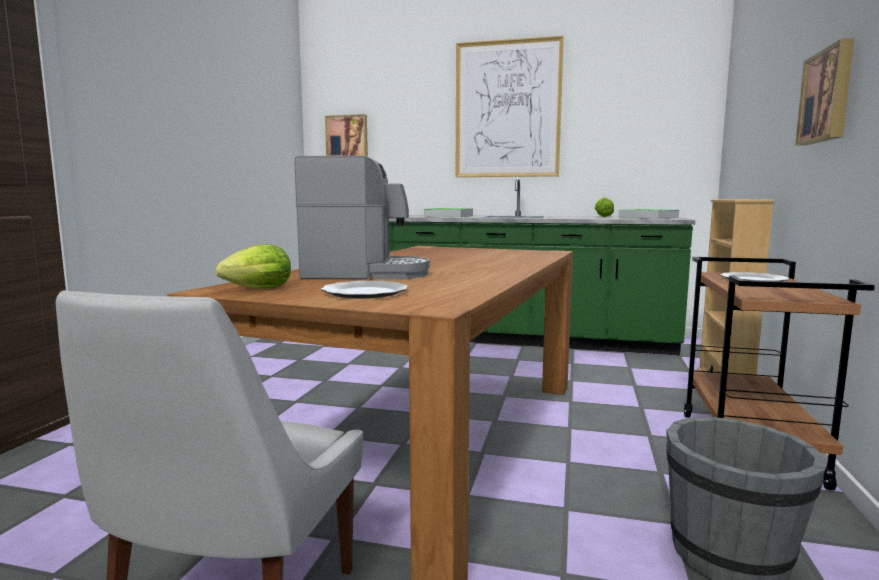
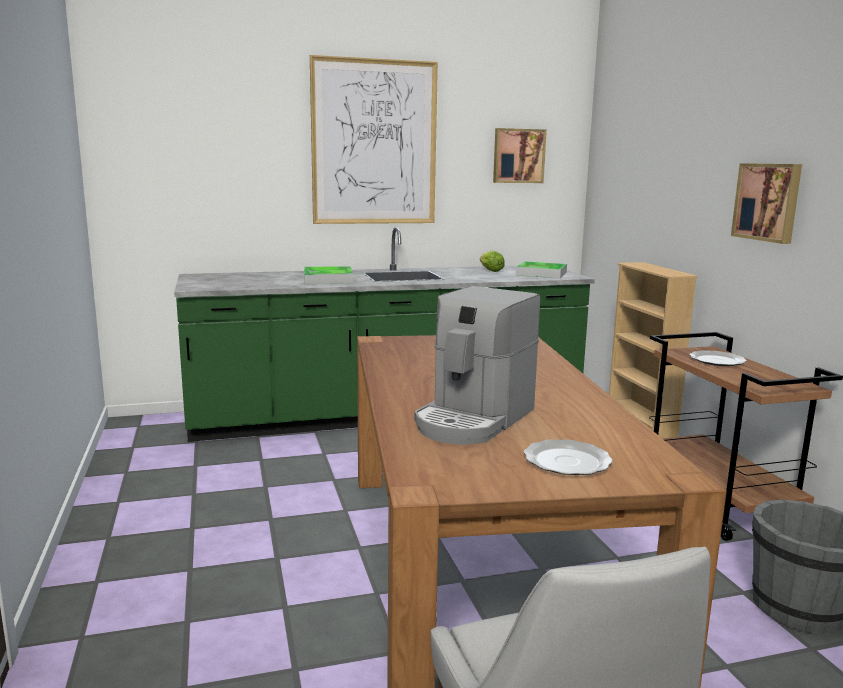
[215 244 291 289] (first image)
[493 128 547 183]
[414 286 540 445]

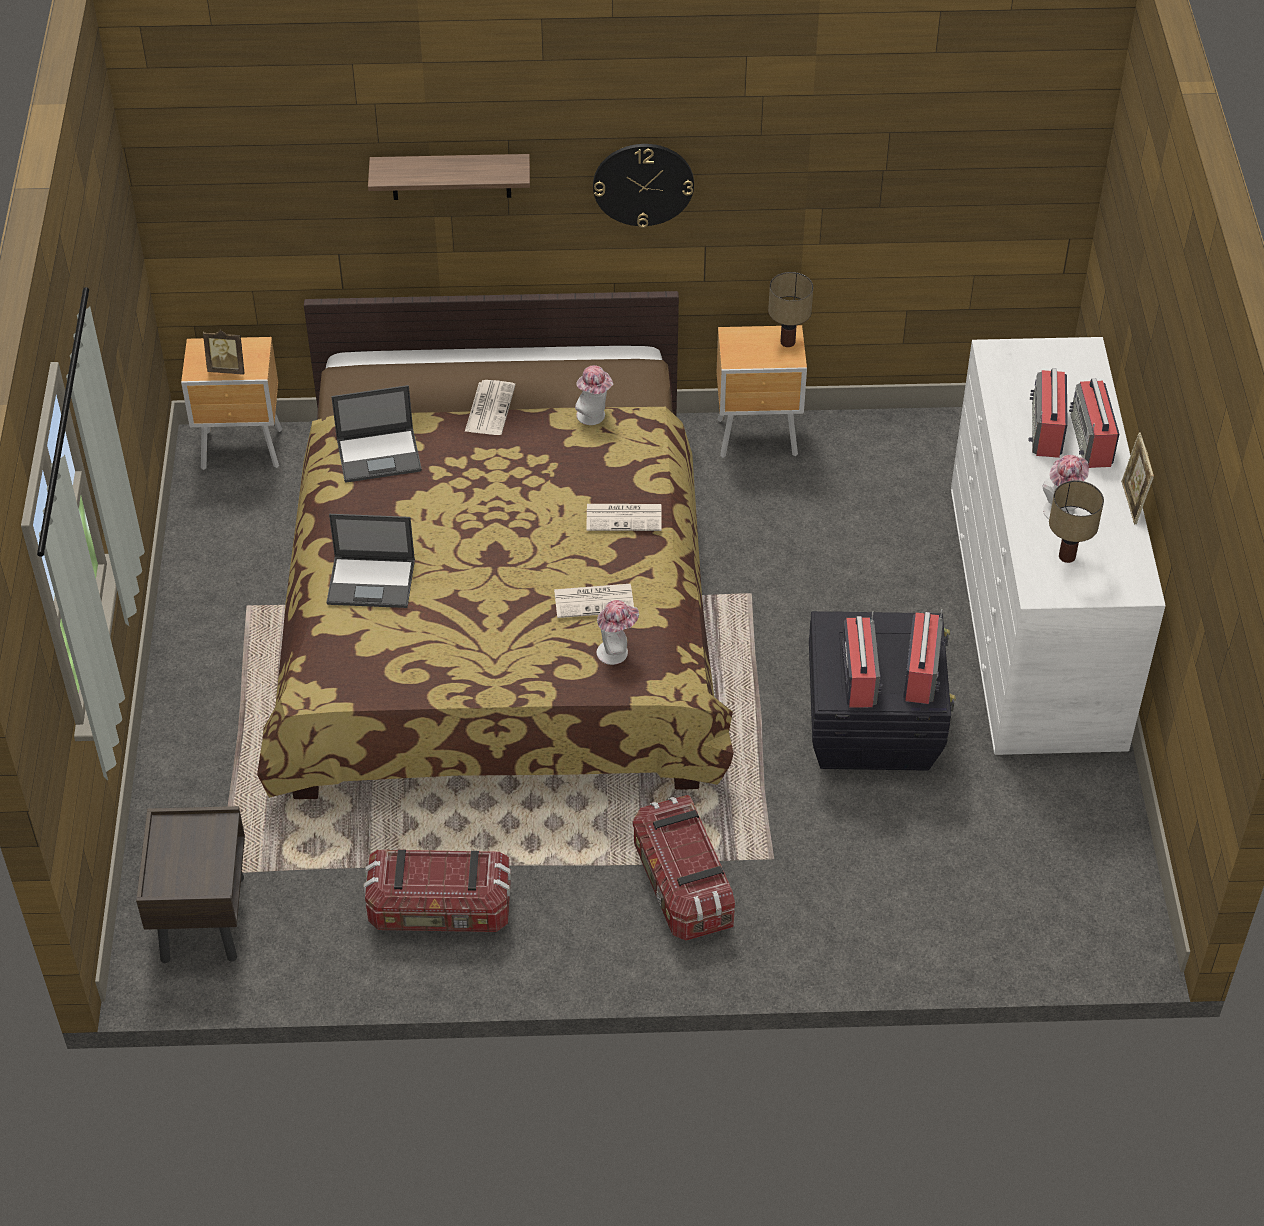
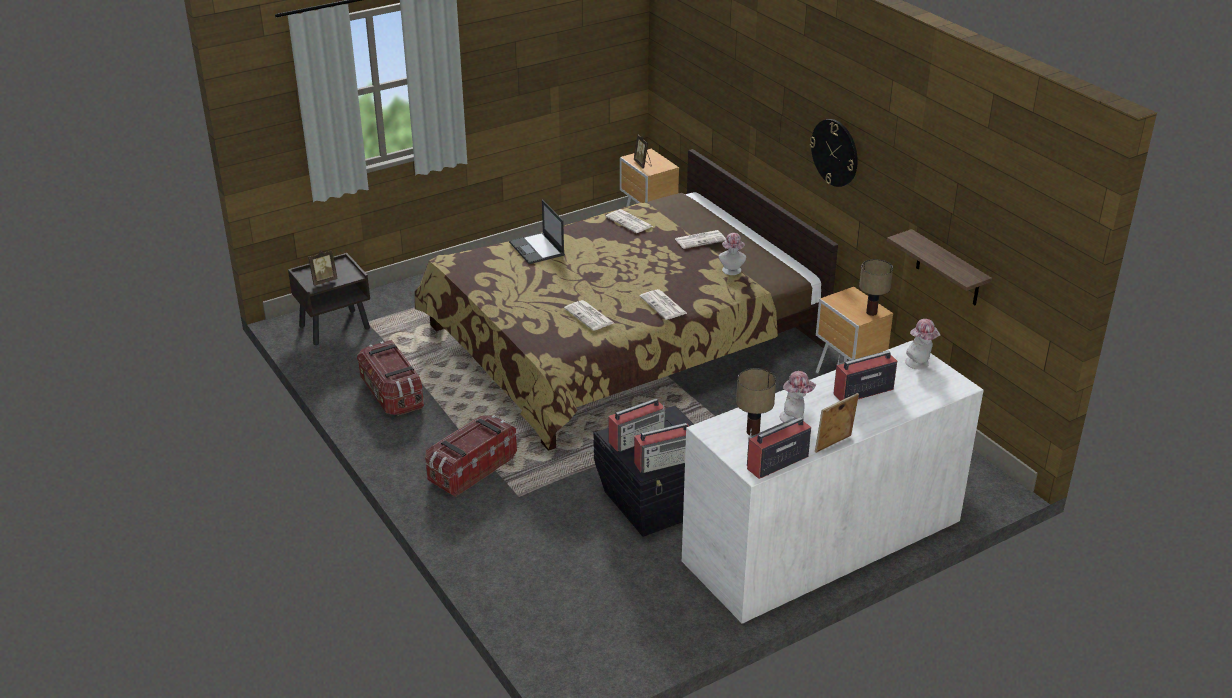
[308 251 338 286]
[887 229 992 305]
[905 319 940 369]
[747 417 811 479]
[606 209 653 233]

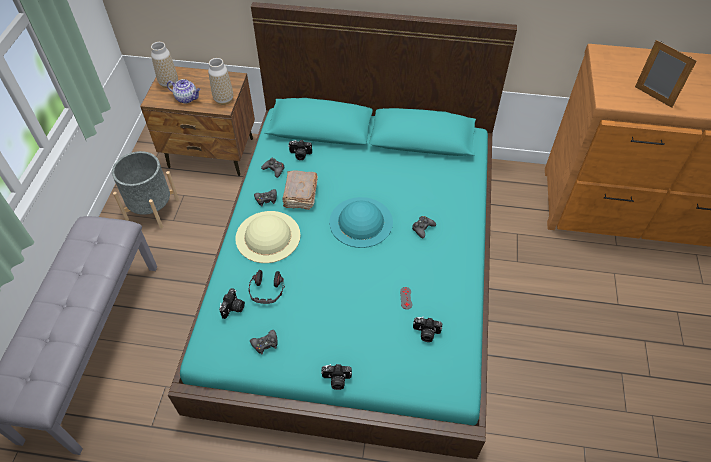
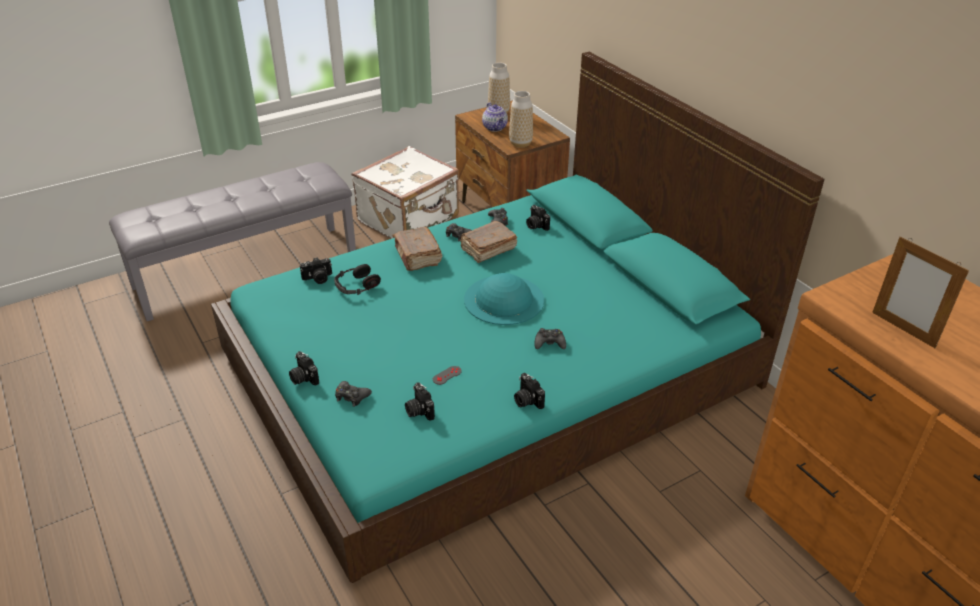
[514 373 545 409]
[335 381 372 407]
[351 146 459 239]
[393 227 442 271]
[872 237 969 348]

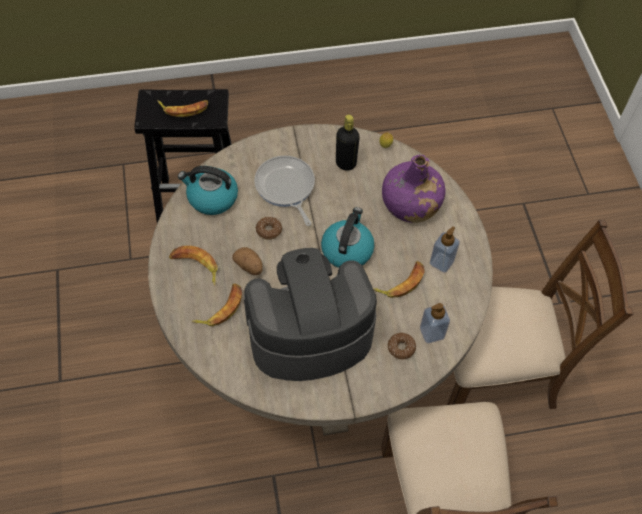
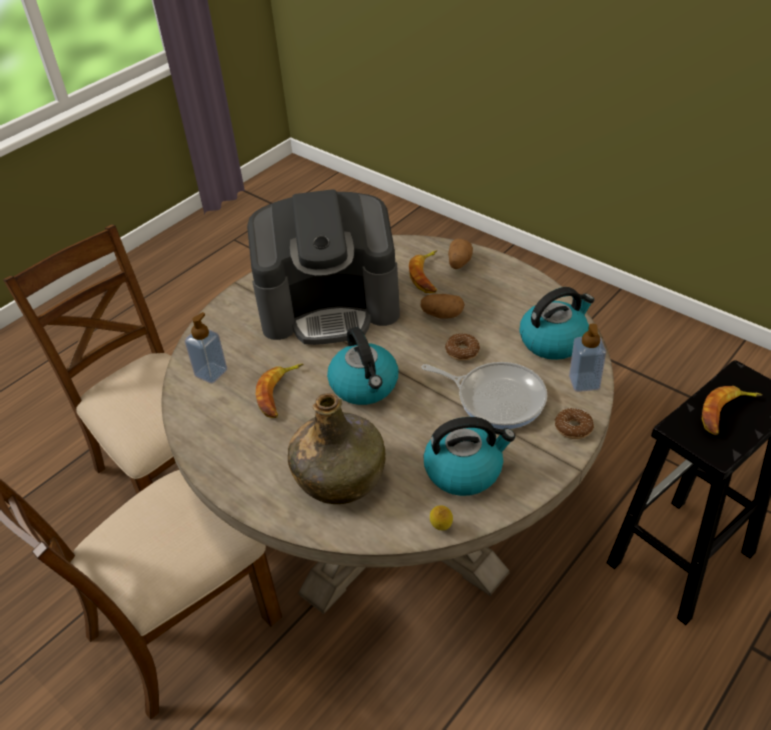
[169 246 218 286] (first image)
[448 239 473 269]
[555 408 594 439]
[569 324 606 392]
[424 417 515 496]
[288 393 385 504]
[247 189 400 345]

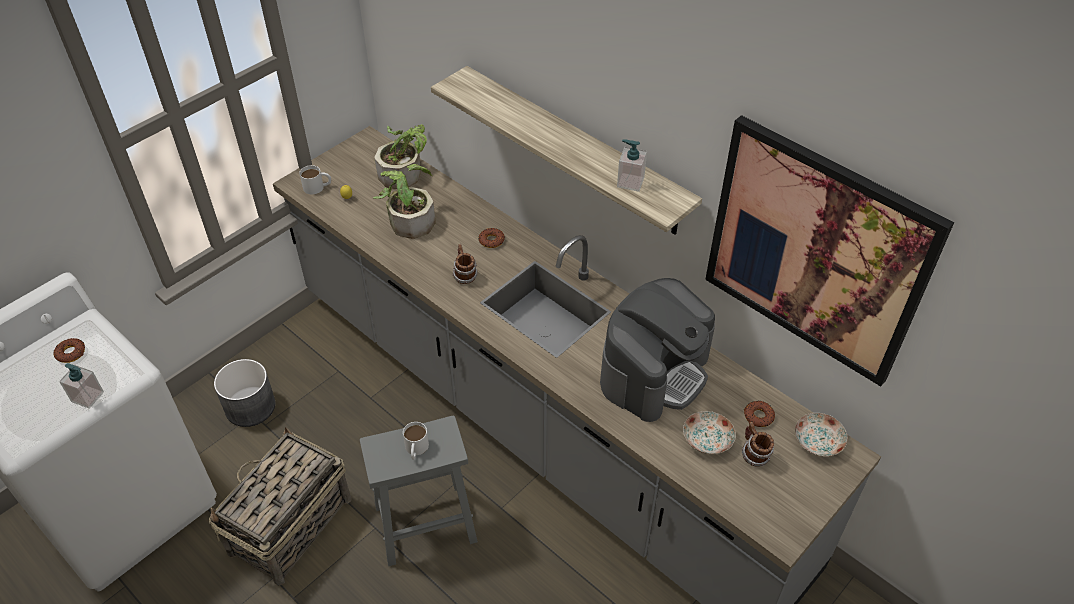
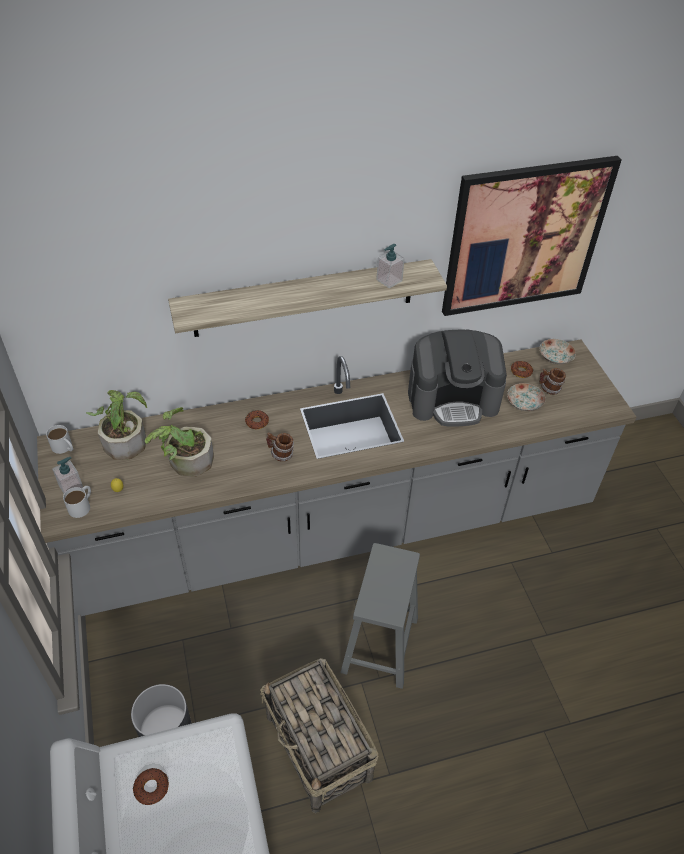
[52 457 83 493]
[46 425 73 454]
[408 329 507 427]

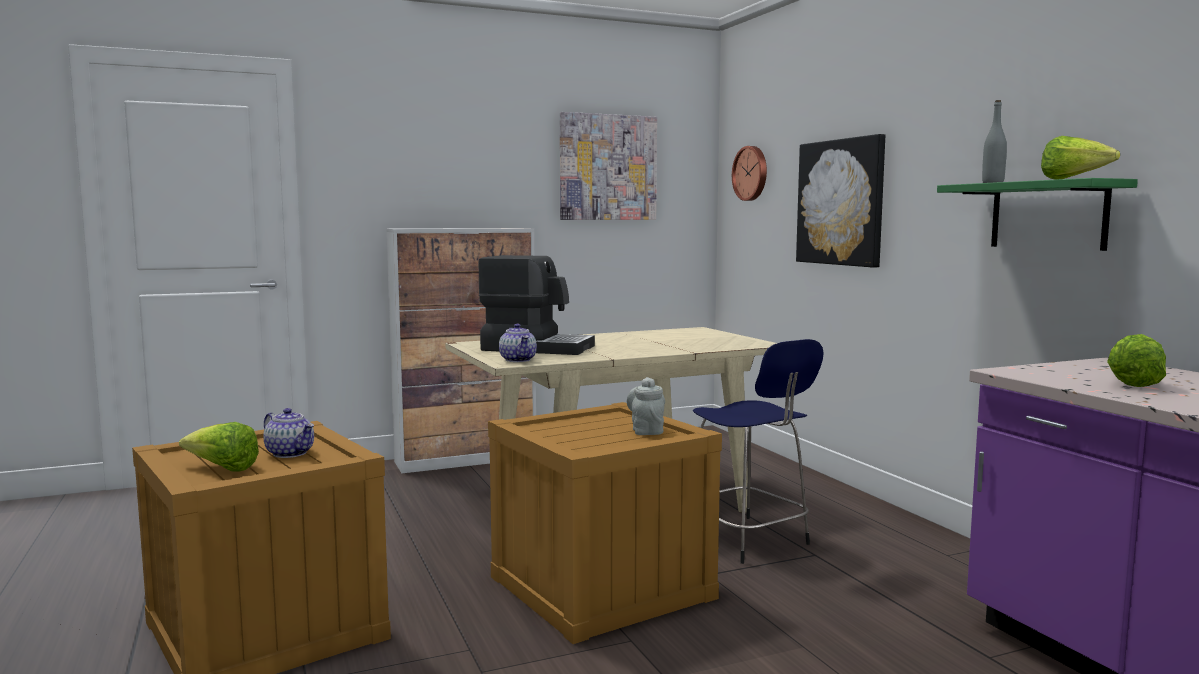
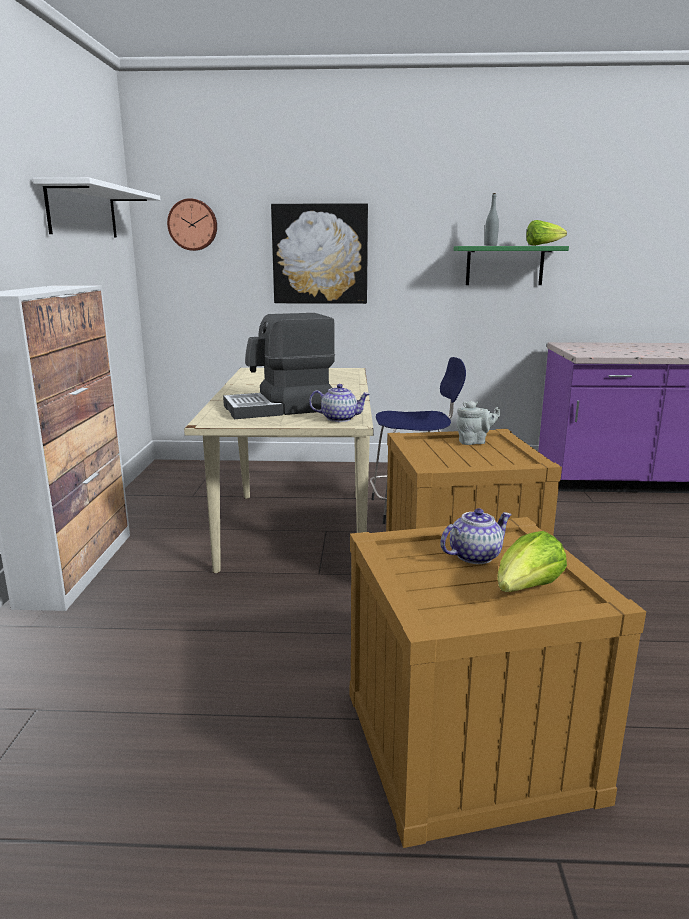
[1107 334 1166 387] (first image)
[33 178 160 238]
[223 313 335 419]
[456 401 500 445]

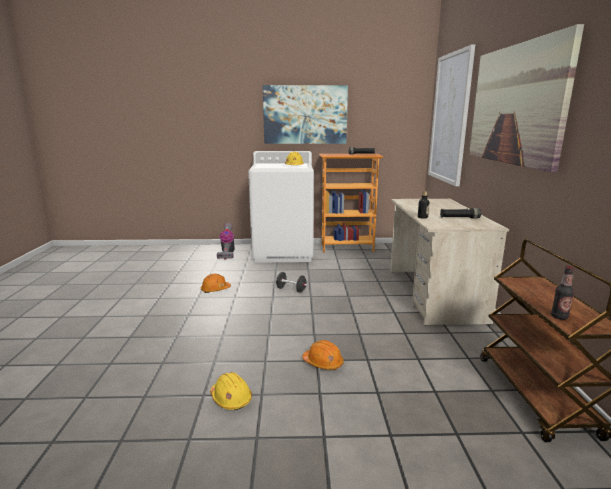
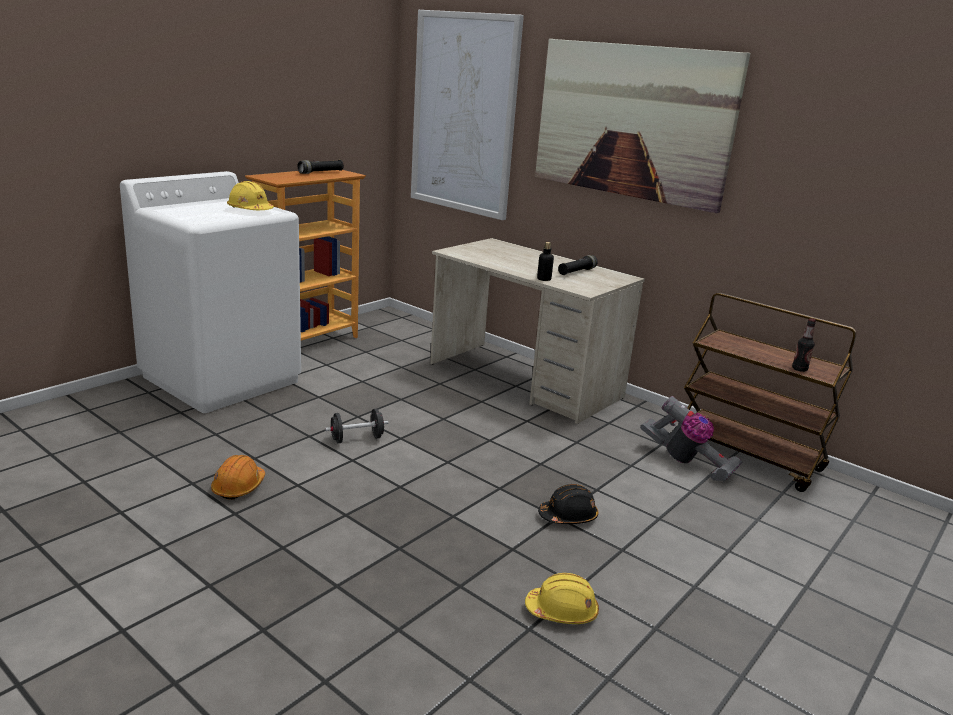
[263 85 348 144] (first image)
[640 396 742 482]
[538 484 598 524]

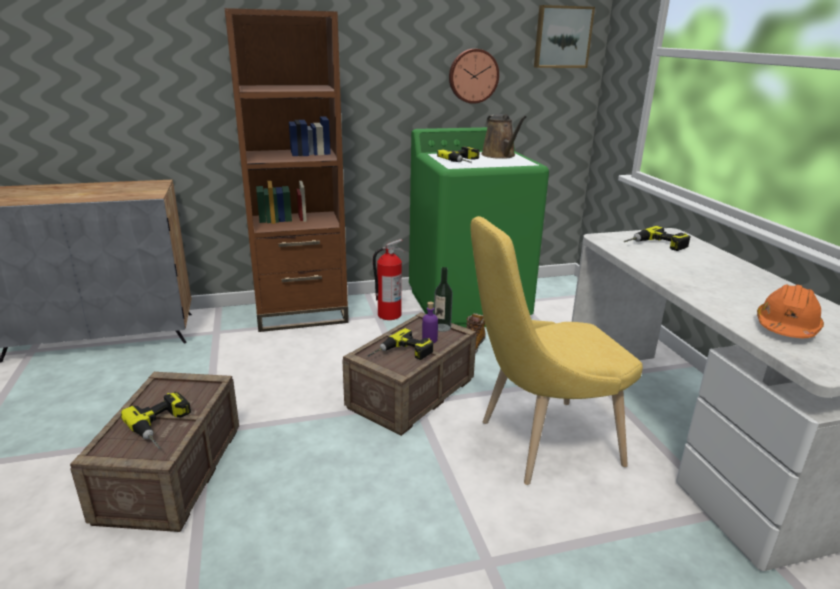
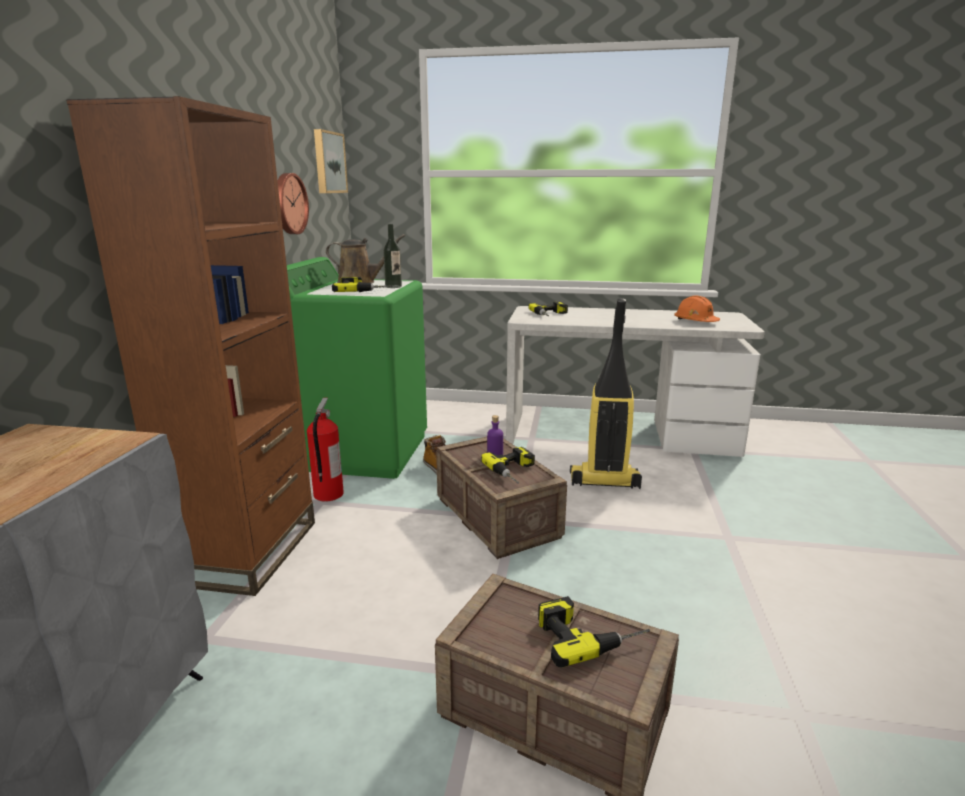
[383 224 402 288]
[570 298 642 489]

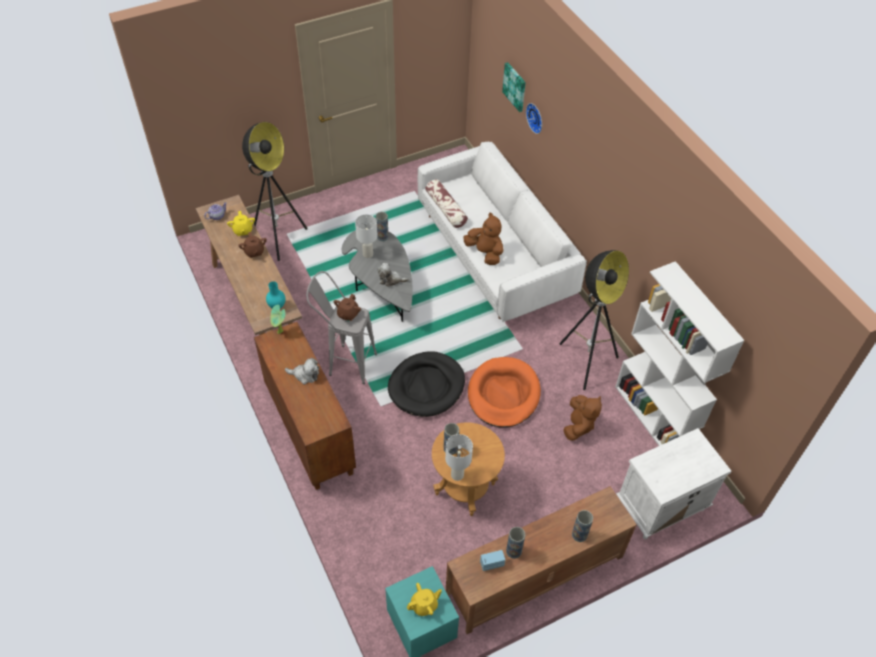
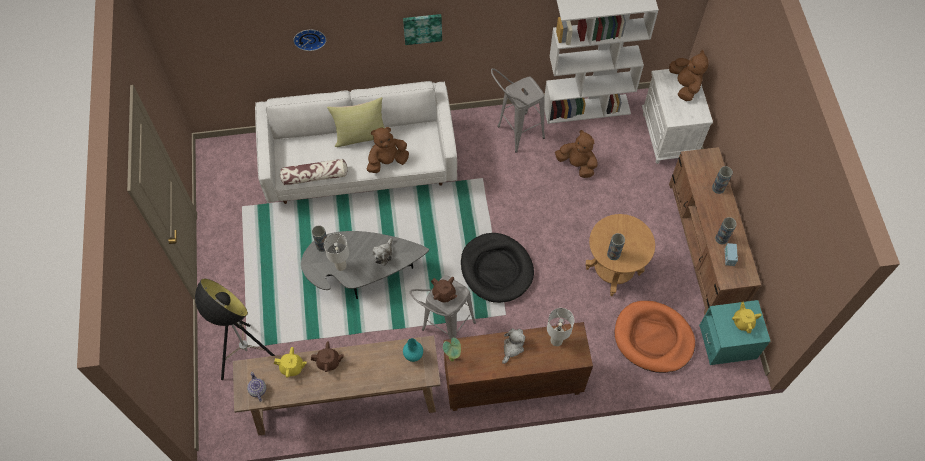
[327 97 385 147]
[669 50 708 101]
[547 308 574 346]
[614 301 695 373]
[403 14 442 45]
[491 68 545 153]

